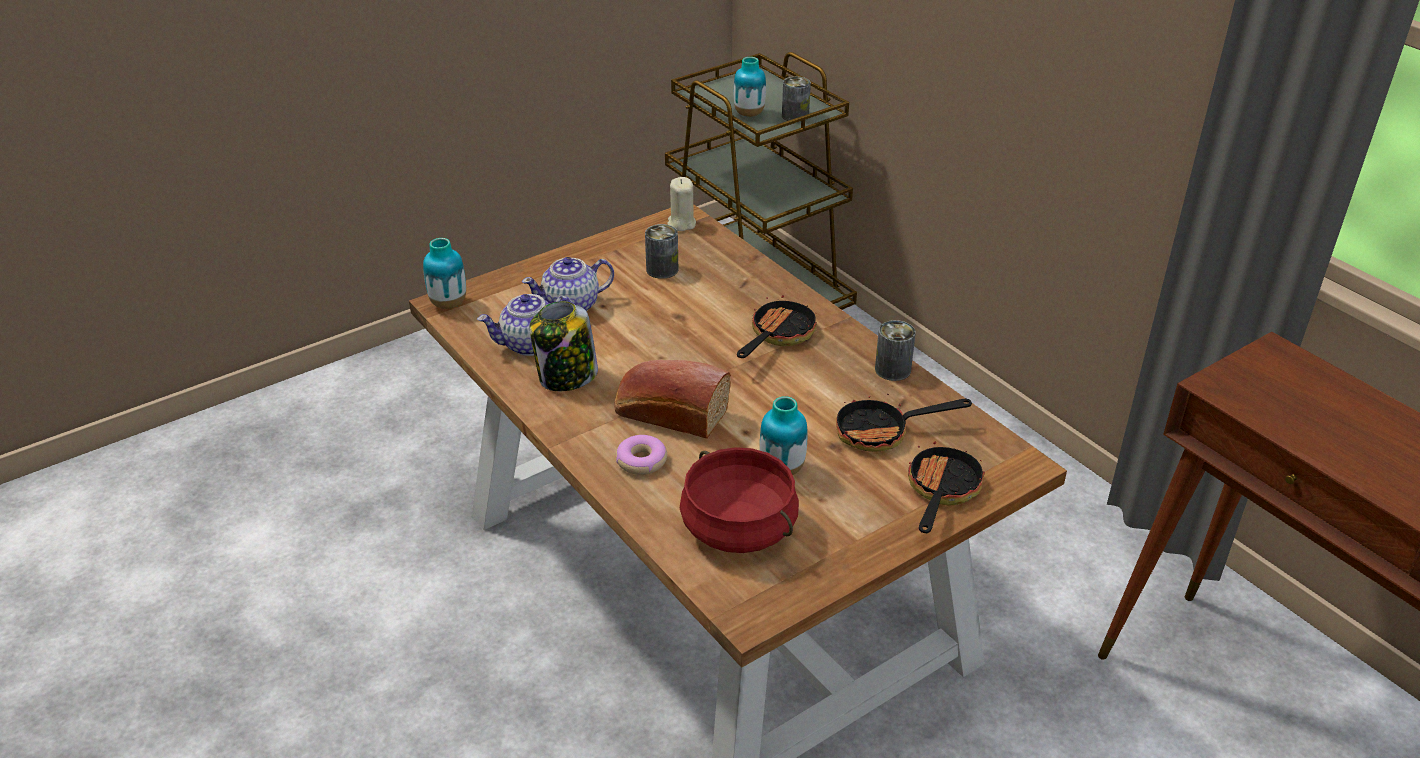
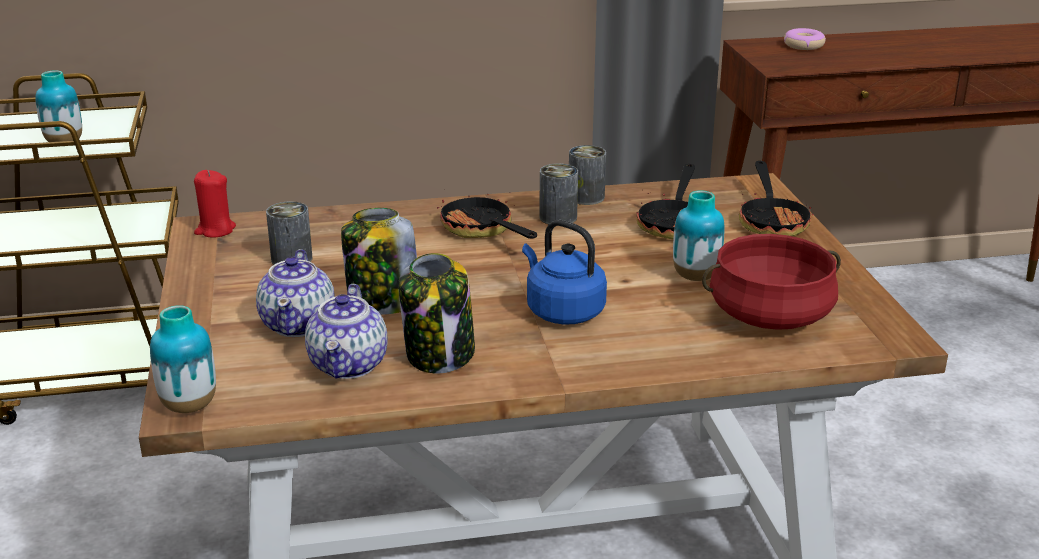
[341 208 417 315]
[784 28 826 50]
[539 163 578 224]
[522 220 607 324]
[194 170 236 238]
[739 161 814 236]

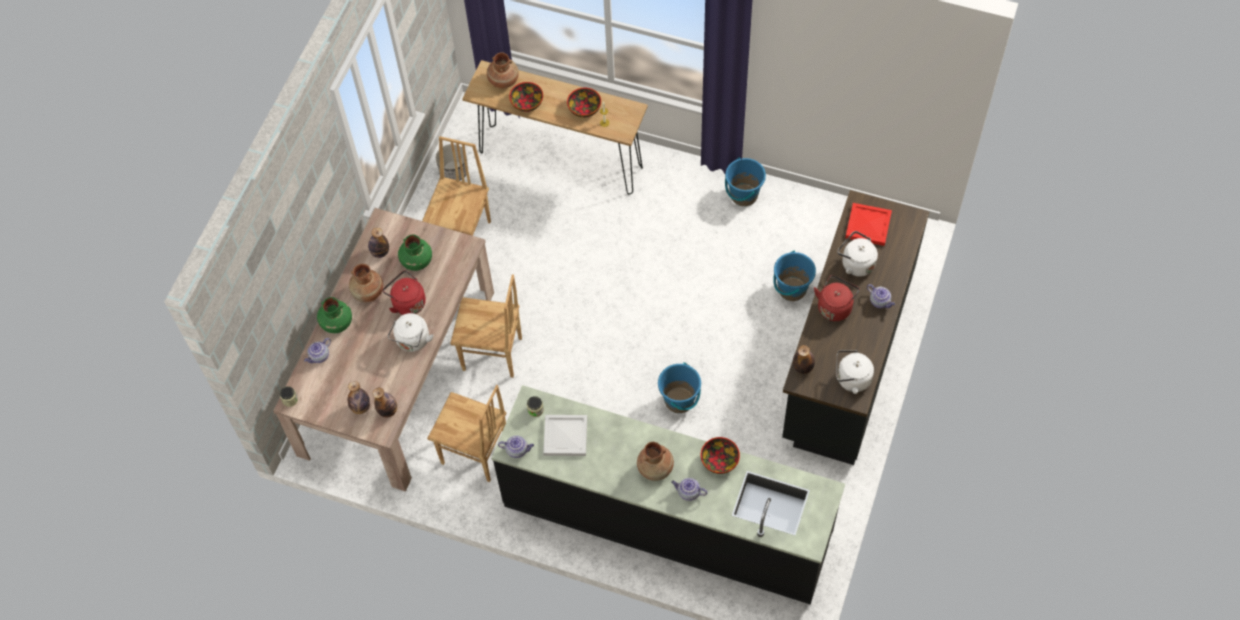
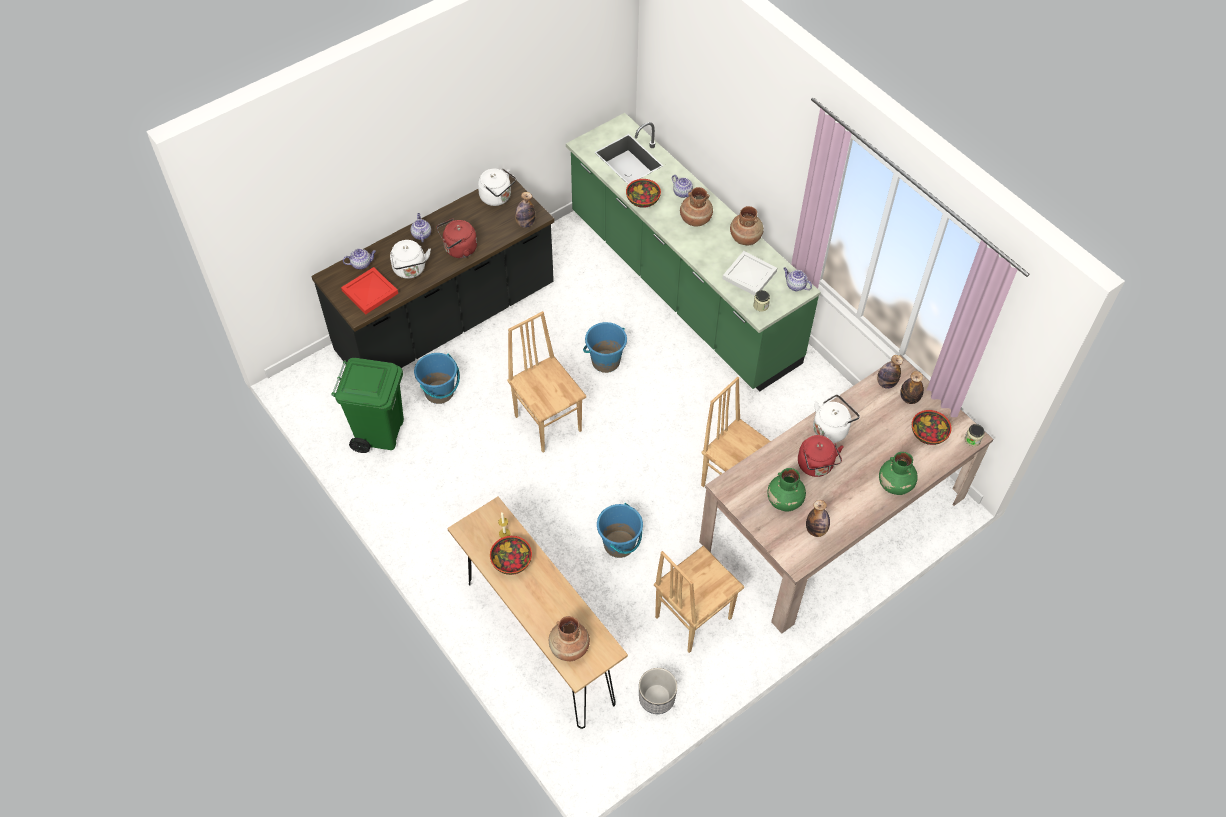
[331 358 404 453]
[343 248 376 270]
[730 206 764 245]
[507 311 586 452]
[912 410 952 445]
[597 503 643 558]
[566 113 821 391]

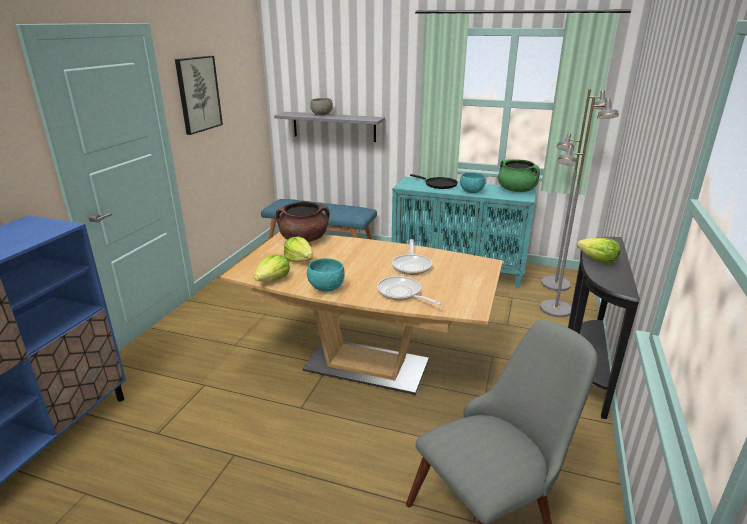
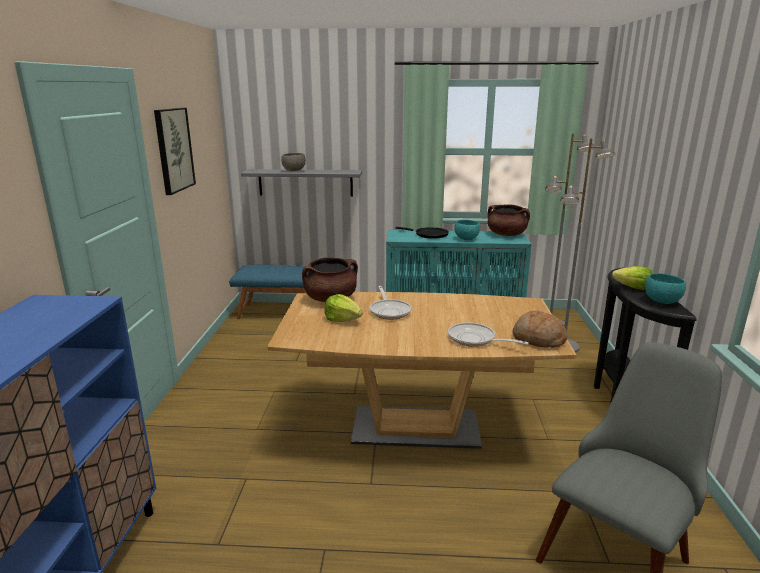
[254 254 290 282] (first image)
[513 310 567 348]
[645 273 686 304]
[370 286 411 320]
[488 205 530 236]

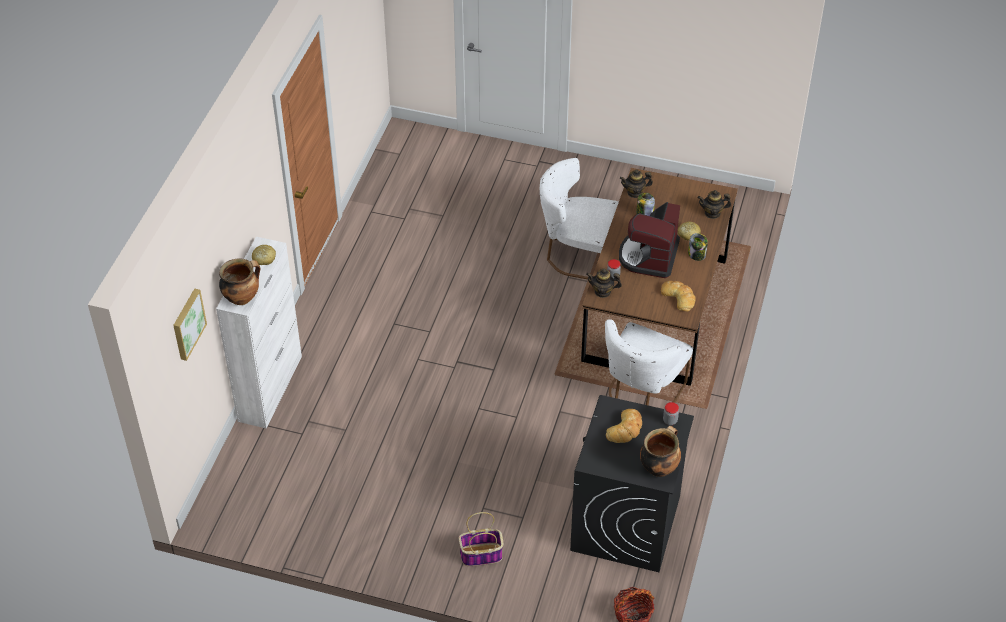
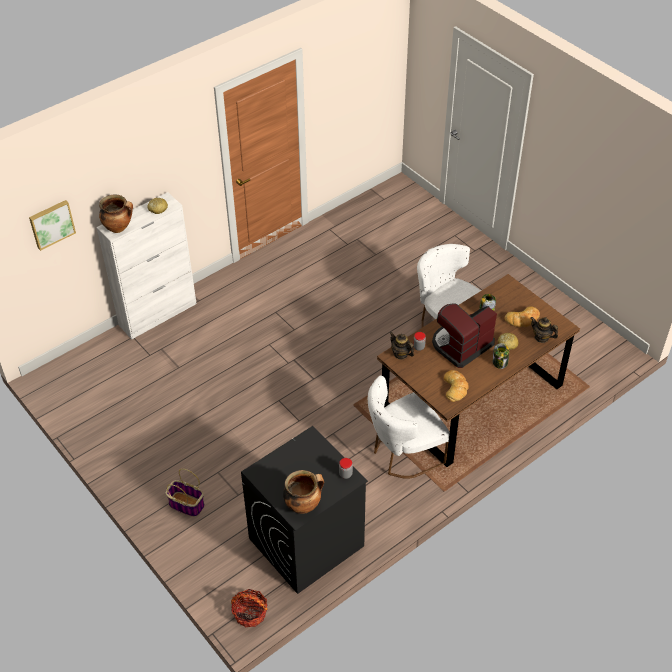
[620 170 653 198] (first image)
[505 306 540 327]

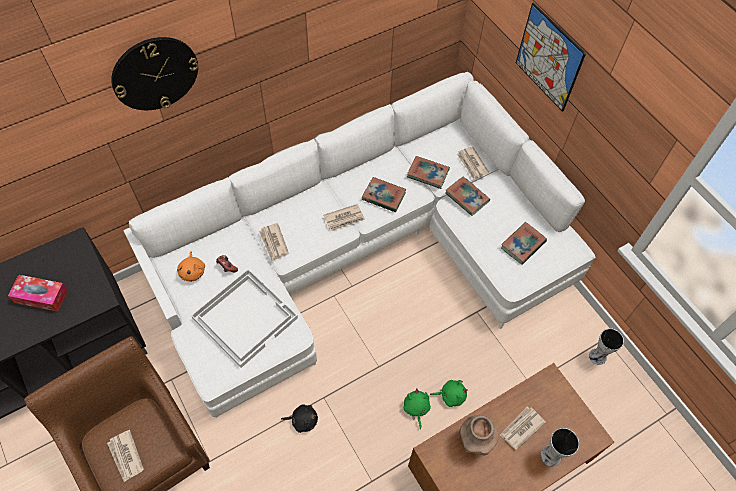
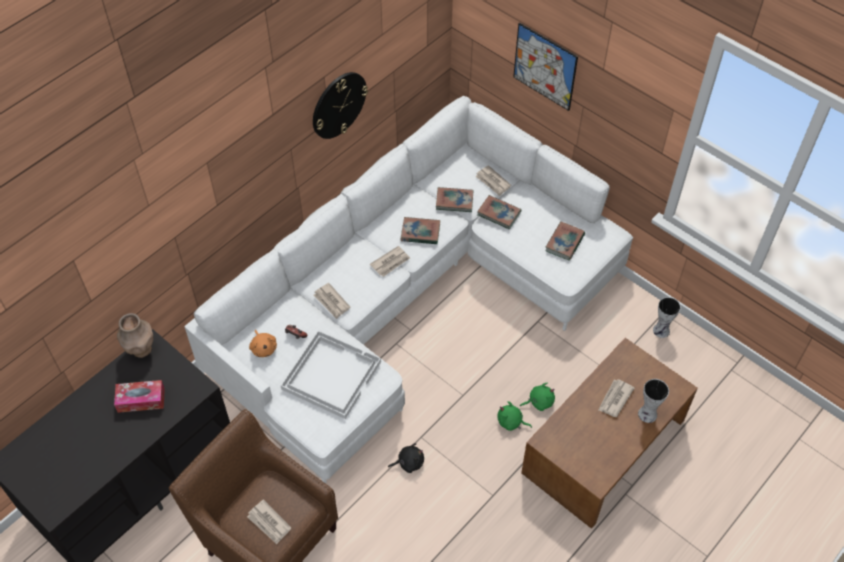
[313 72 368 139]
[117 313 153 358]
[497 401 532 431]

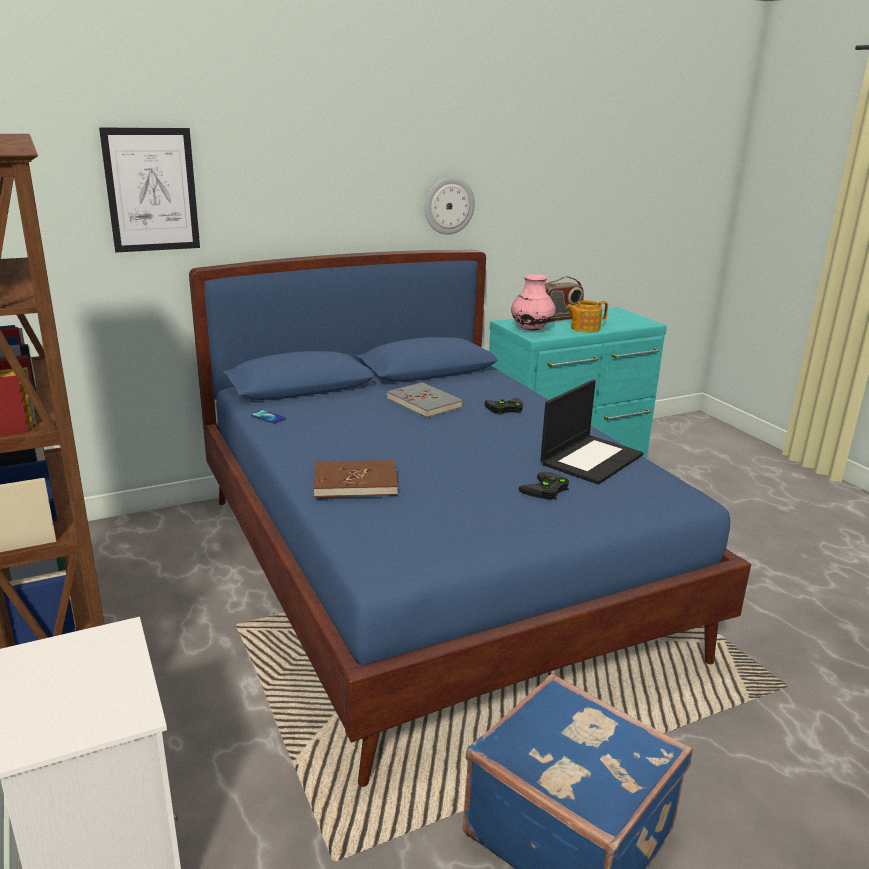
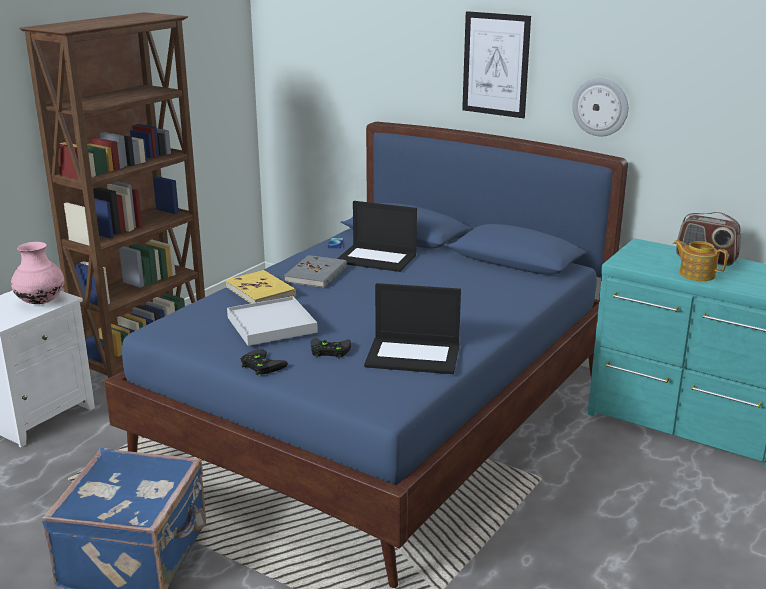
[227 296 318 346]
[337 201 417 272]
[462 11 531 118]
[284 255 347 288]
[240 349 288 375]
[11 242 64 304]
[225 270 296 303]

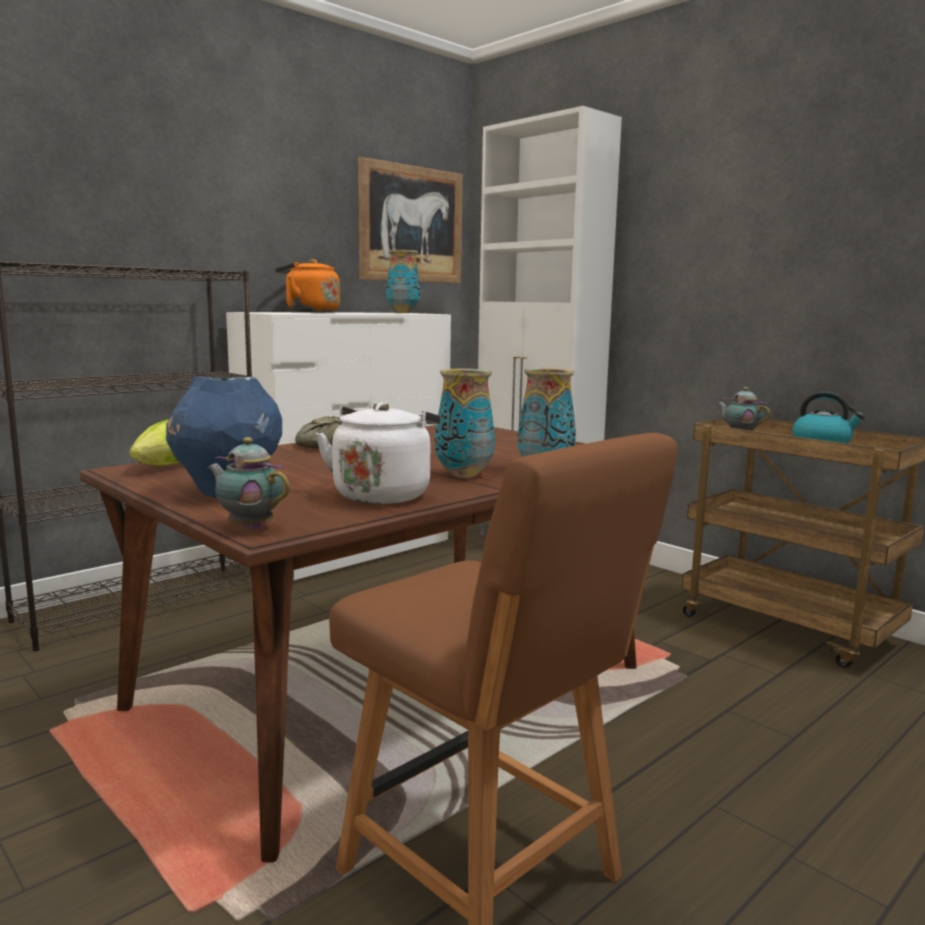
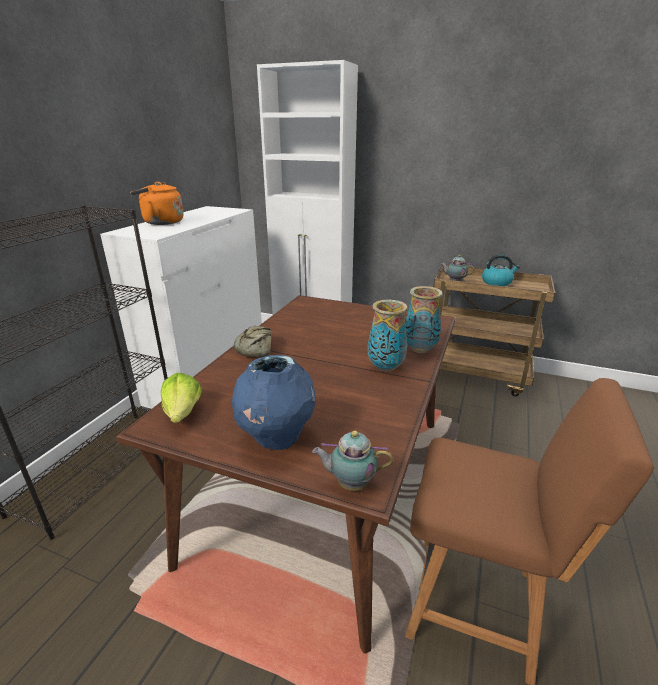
[316 403 441 504] (first image)
[358 157 463 283] (first image)
[386 250 420 313] (first image)

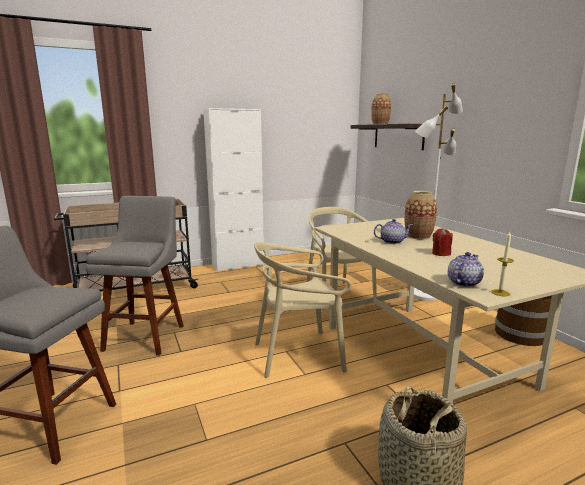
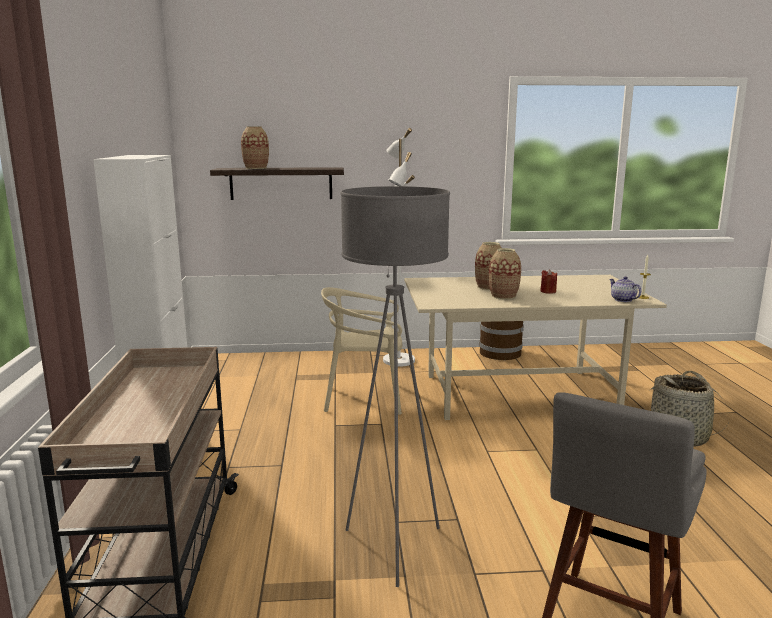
[254 242 352 378] (first image)
[341 186 450 587]
[489 248 521 299]

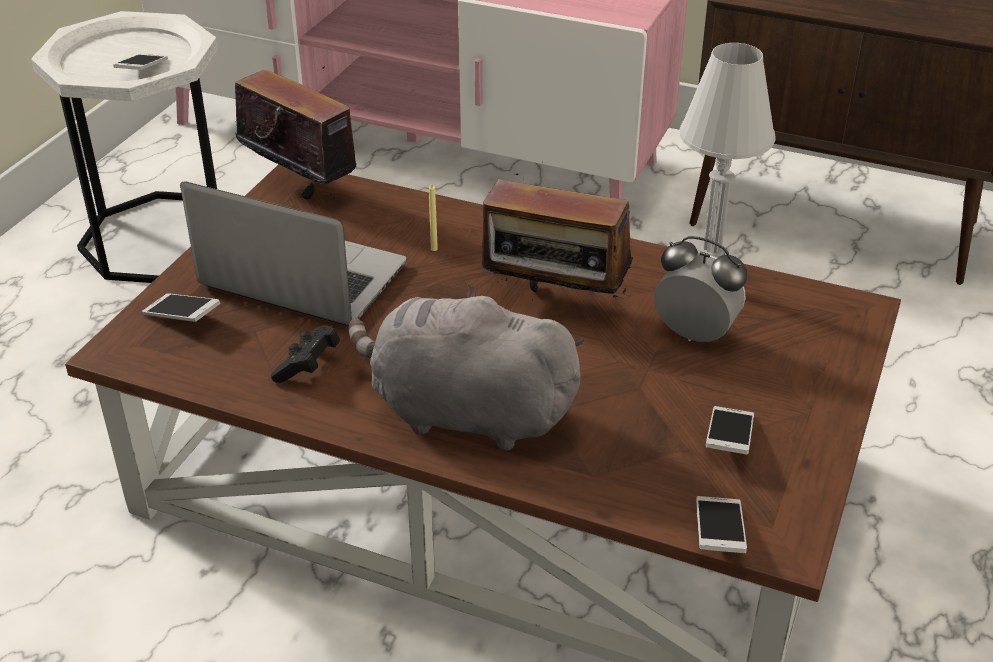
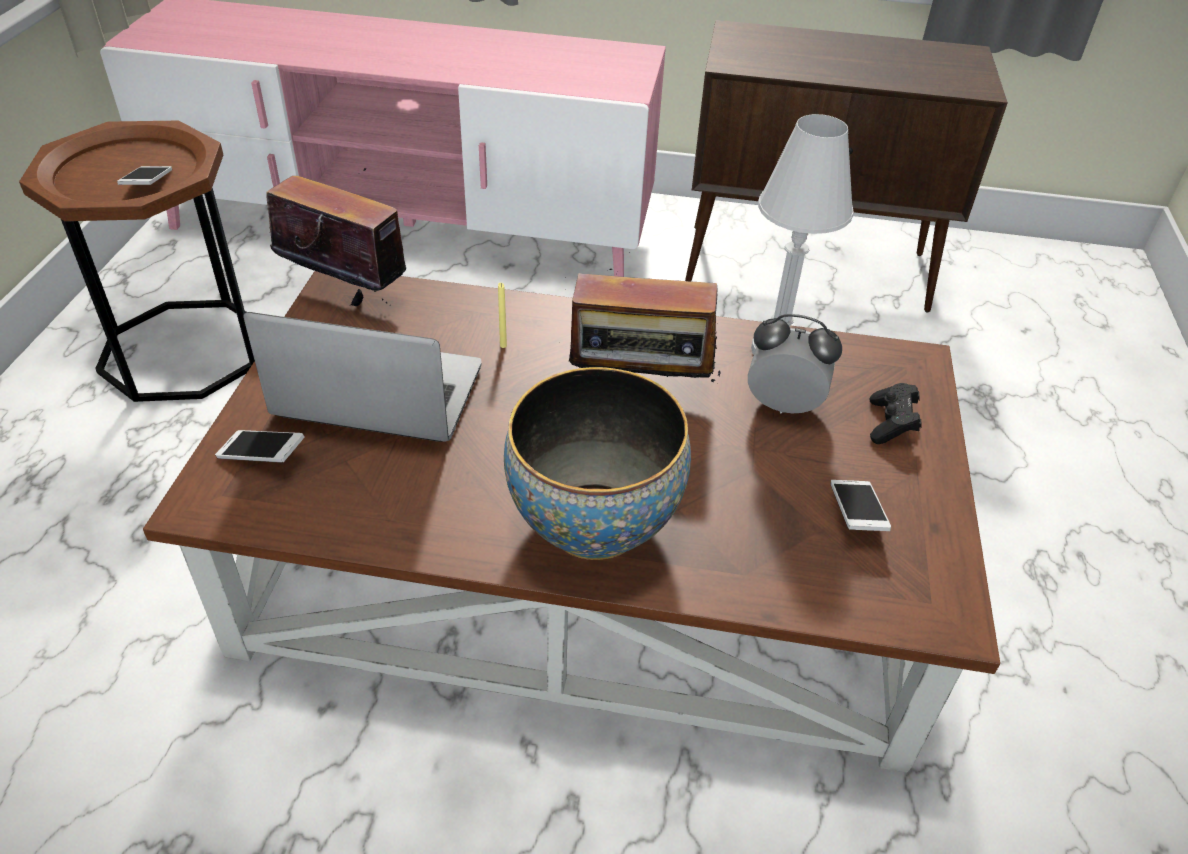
[696 496 747 553] (first image)
[869 383 922 444]
[504 367 691 560]
[19 121 255 402]

